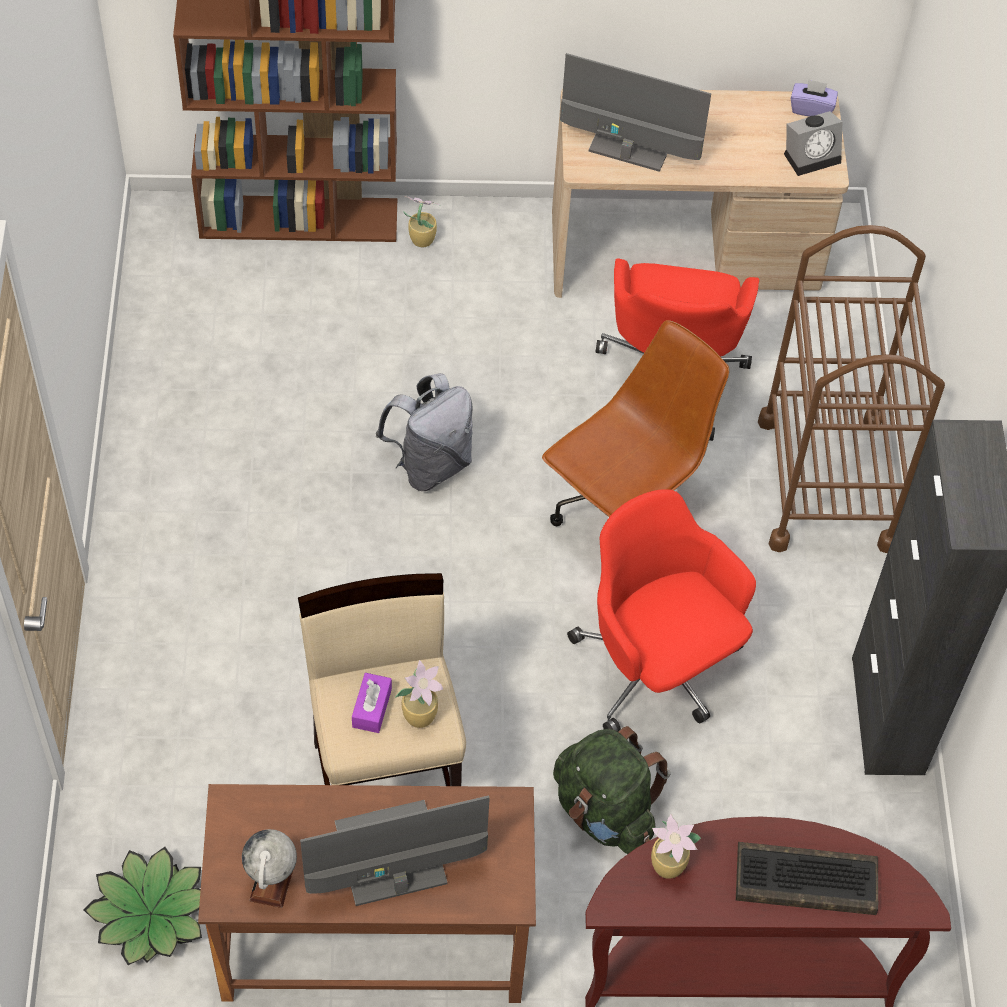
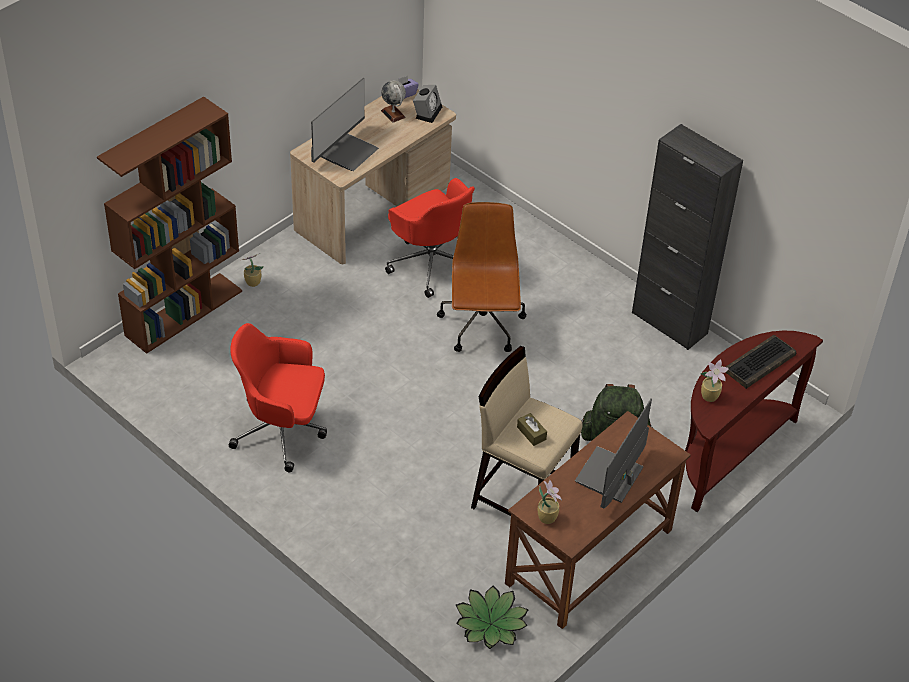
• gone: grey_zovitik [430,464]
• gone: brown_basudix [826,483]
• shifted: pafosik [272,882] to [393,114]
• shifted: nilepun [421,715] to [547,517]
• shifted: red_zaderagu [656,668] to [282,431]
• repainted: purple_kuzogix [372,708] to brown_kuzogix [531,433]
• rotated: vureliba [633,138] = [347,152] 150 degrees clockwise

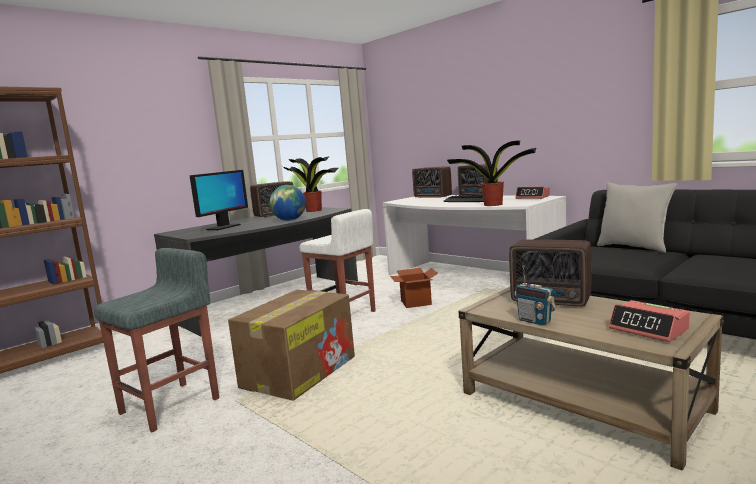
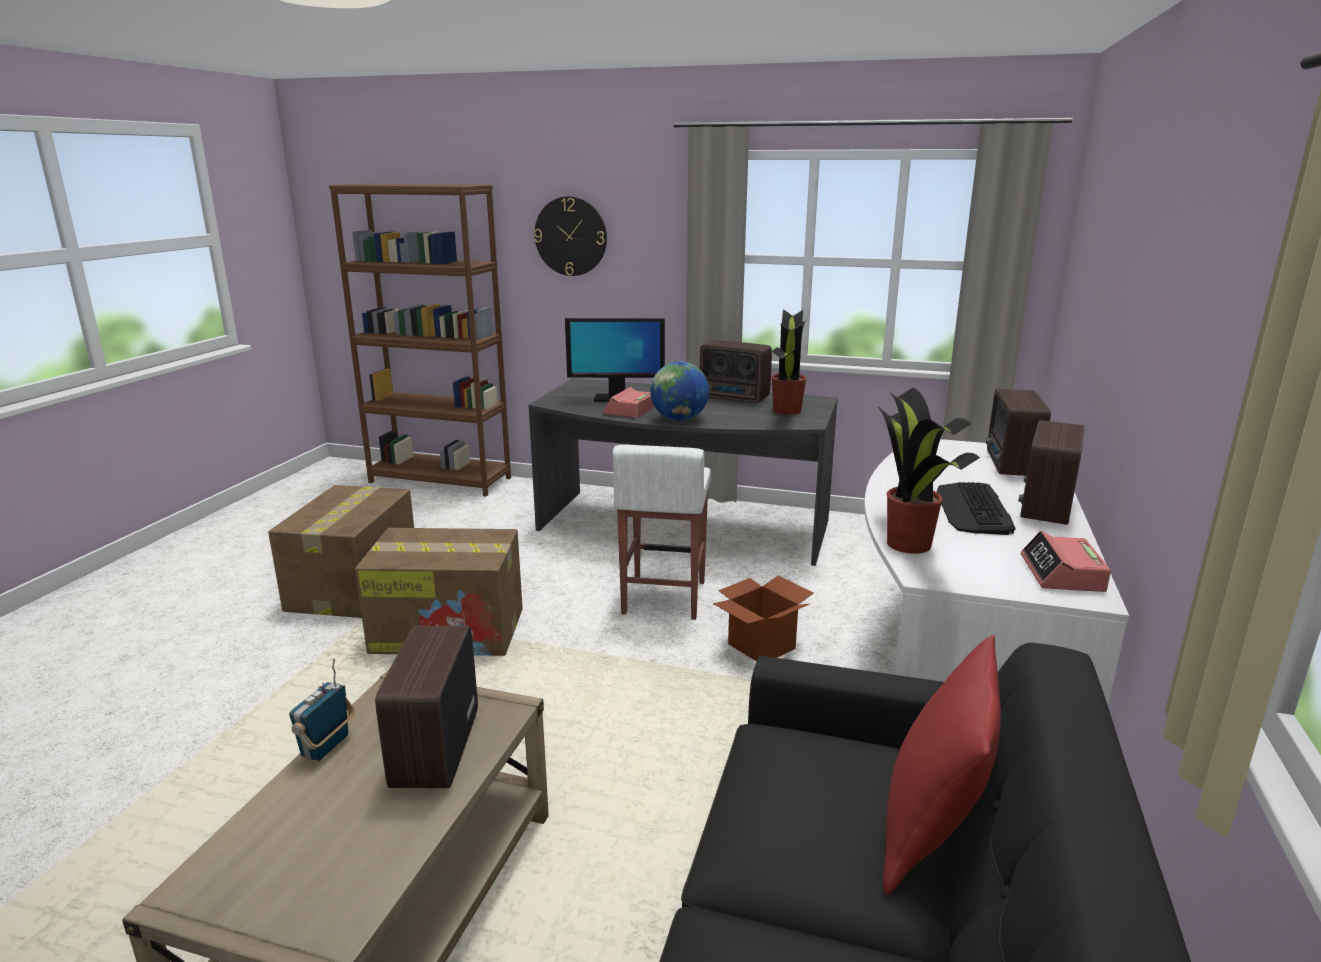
• new: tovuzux [571,236]
• shifted: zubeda [649,329] to [629,410]
• swapped: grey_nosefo [171,405] to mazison [353,586]
• repainted: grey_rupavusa [634,247] to red_rupavusa [932,833]

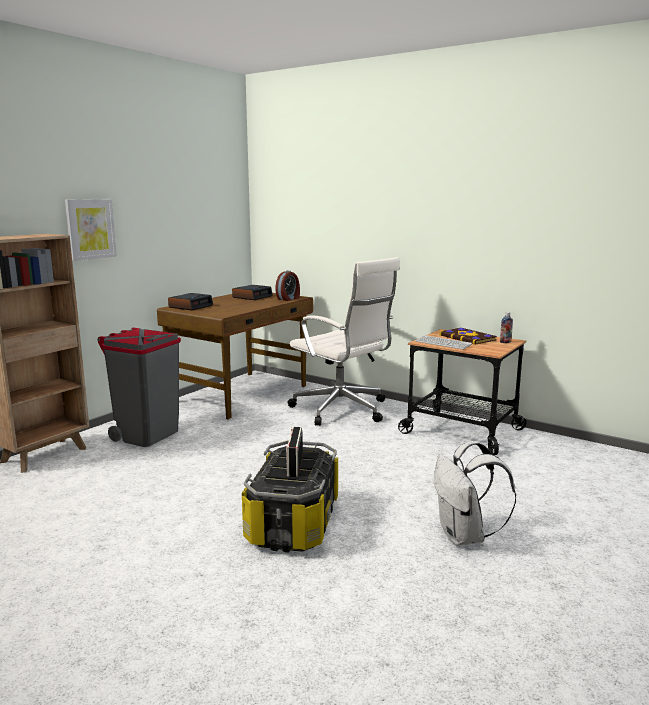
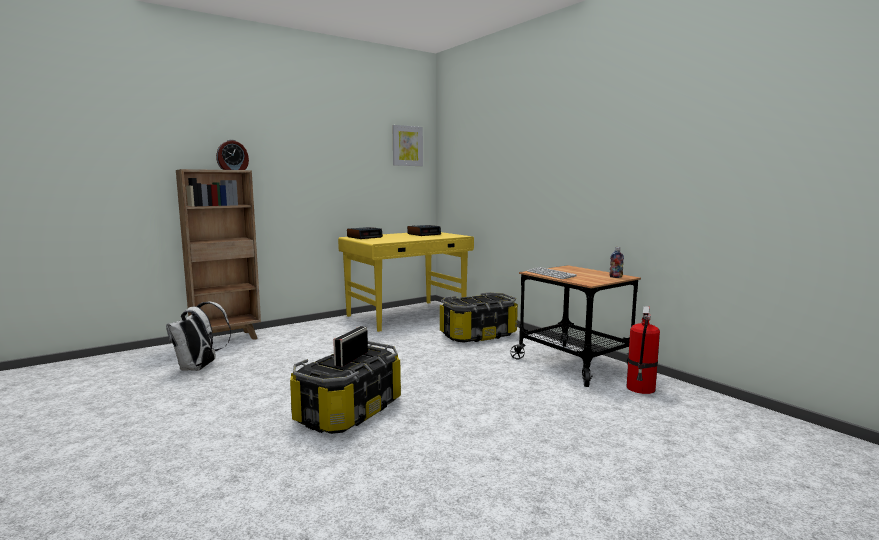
• gone: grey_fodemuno [147,435]
• gone: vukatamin [467,337]
• new: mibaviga [640,388]
• shifted: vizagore [90,229] to [407,146]
• shifted: zubeda [288,299] to [233,169]
• shifted: white_zovitik [465,536] to [199,368]
• swapped: white_zaderagu [342,410] to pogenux [478,335]
• repainted: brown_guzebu [242,394] to yellow_guzebu [407,315]

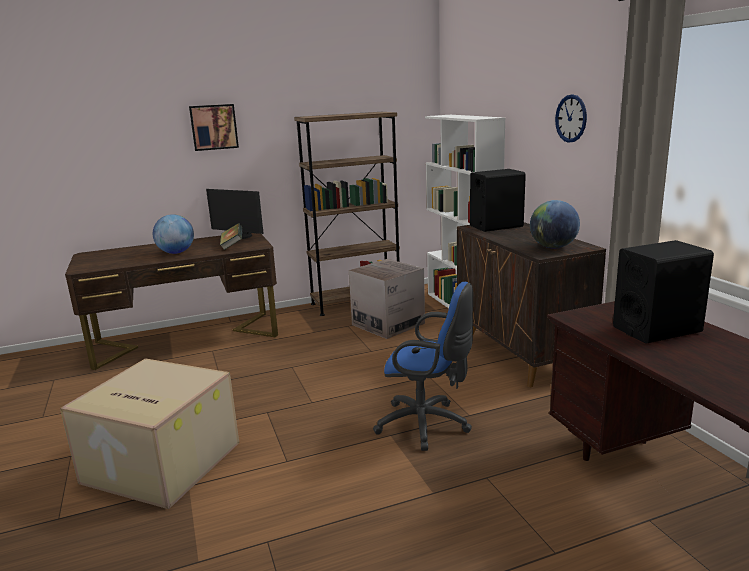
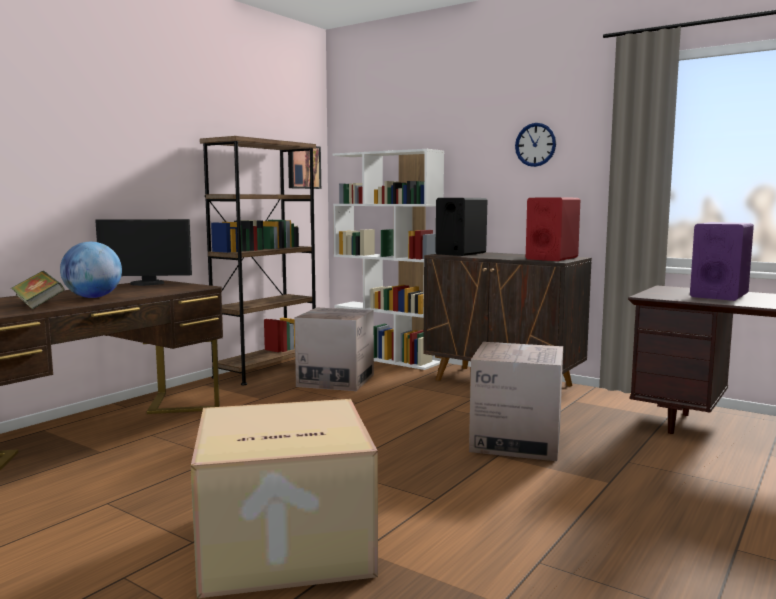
• shifted: vizagore [214,127] to [303,167]
• shifted: vukatamin [232,246] to [38,305]
• swapped: blue_zaderagu [427,425] to mazison [516,441]
• swapped: pafosik [553,247] to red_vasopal [552,258]
• repainted: black_vasopal [657,329] to purple_vasopal [719,295]

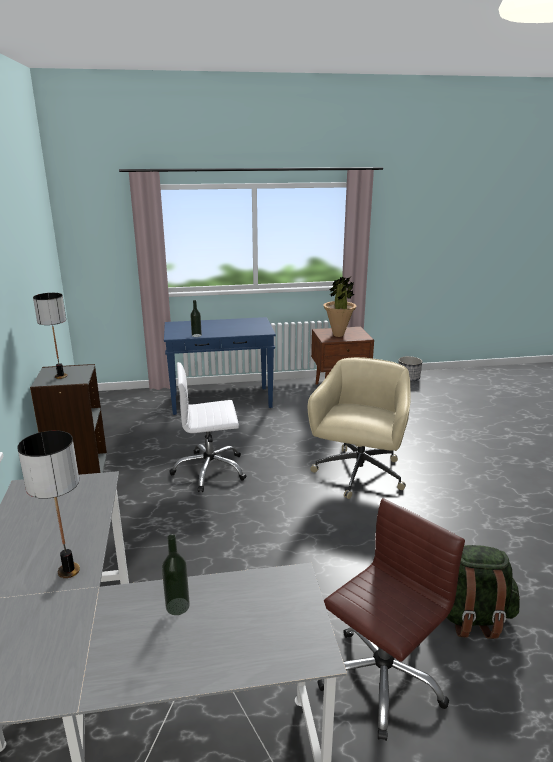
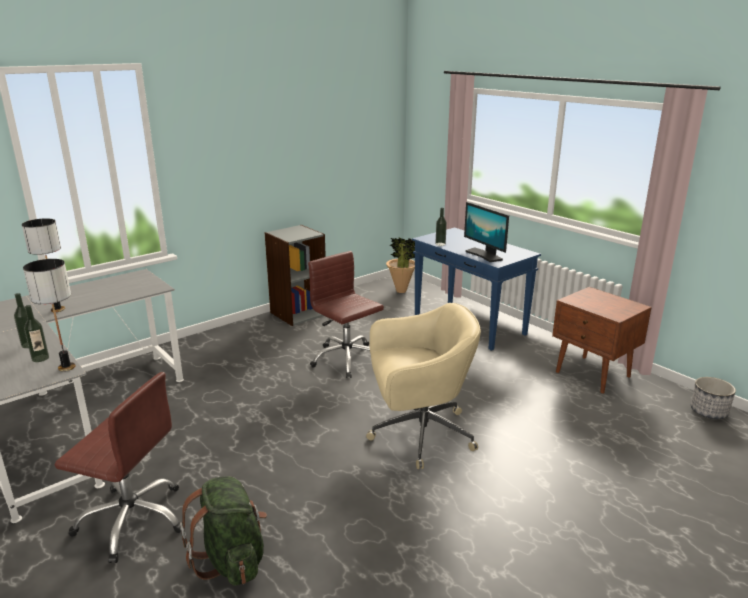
• new: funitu [40,358]
• new: vureliba [484,255]
• shifted: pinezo [60,376] to [67,367]
• shifted: nilepun [338,335] to [401,291]
• repainted: white_zaderagu [210,470] to brown_zaderagu [346,359]

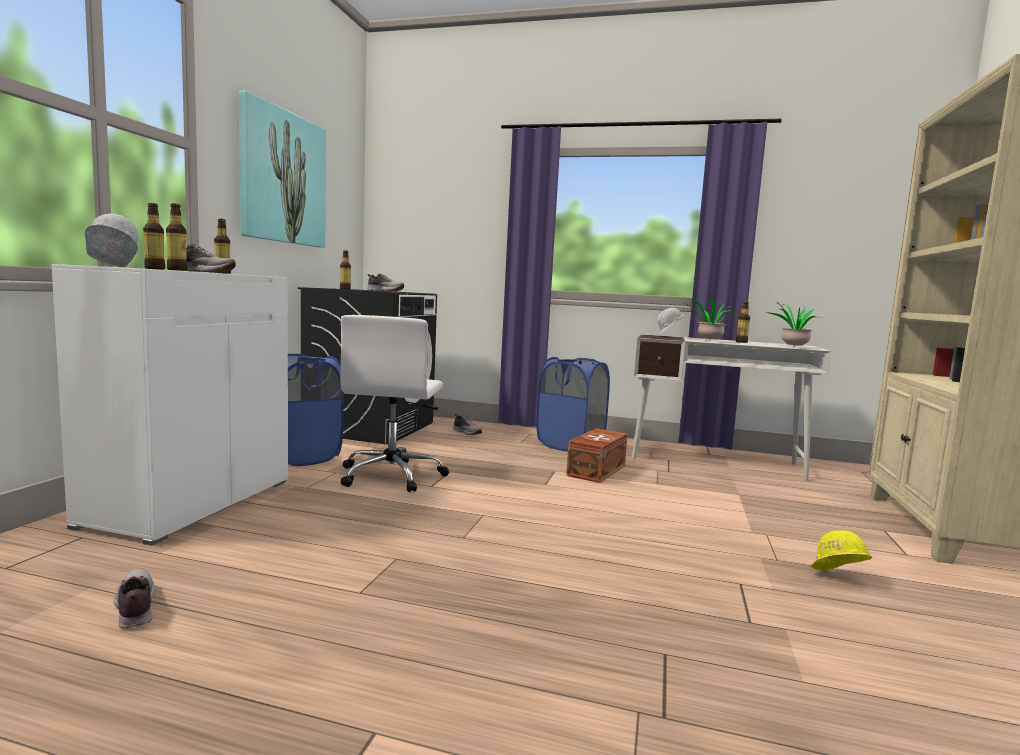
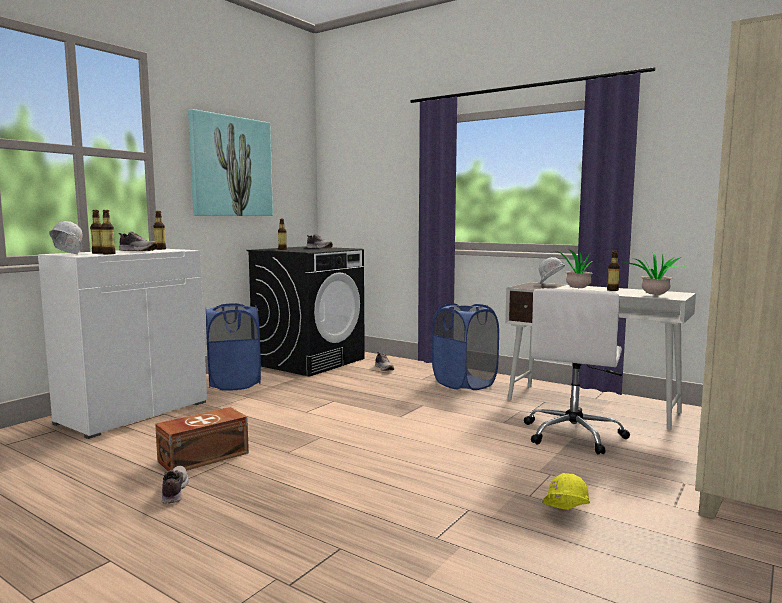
• shifted: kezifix [134,608] to [173,491]
• shifted: white_zaderagu [392,475] to [573,435]
• shifted: brown_pogenux [595,470] to [202,457]

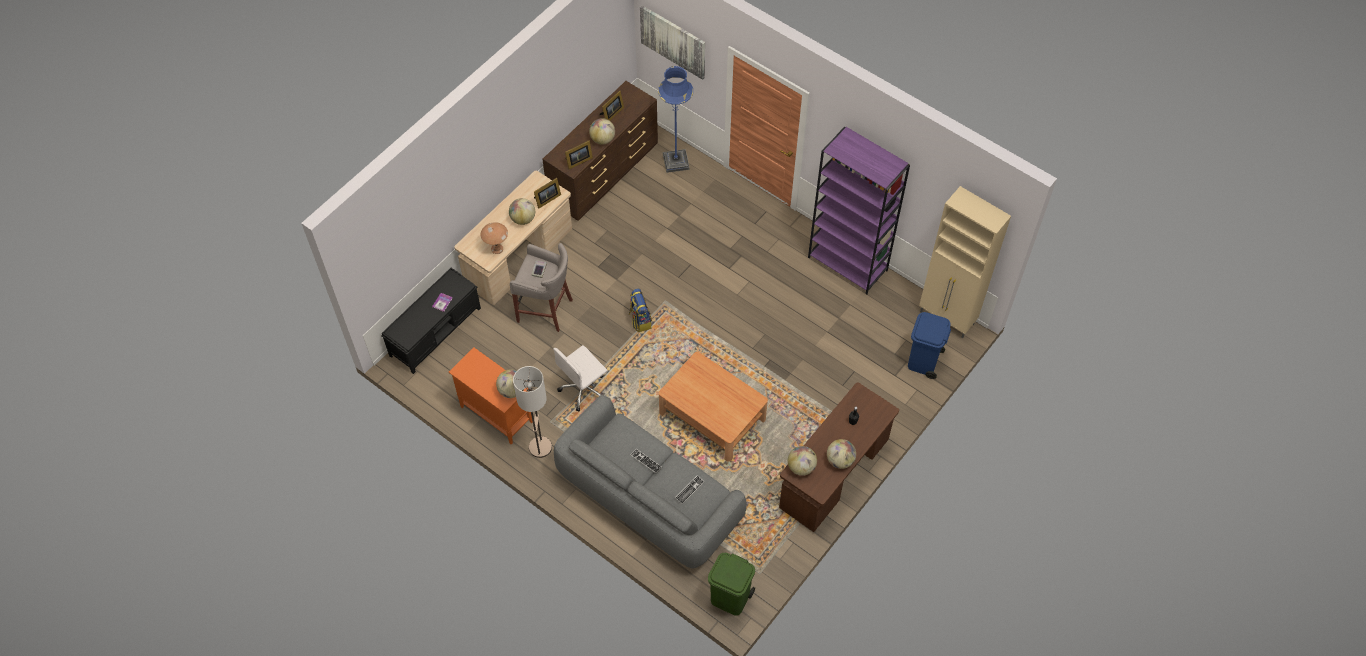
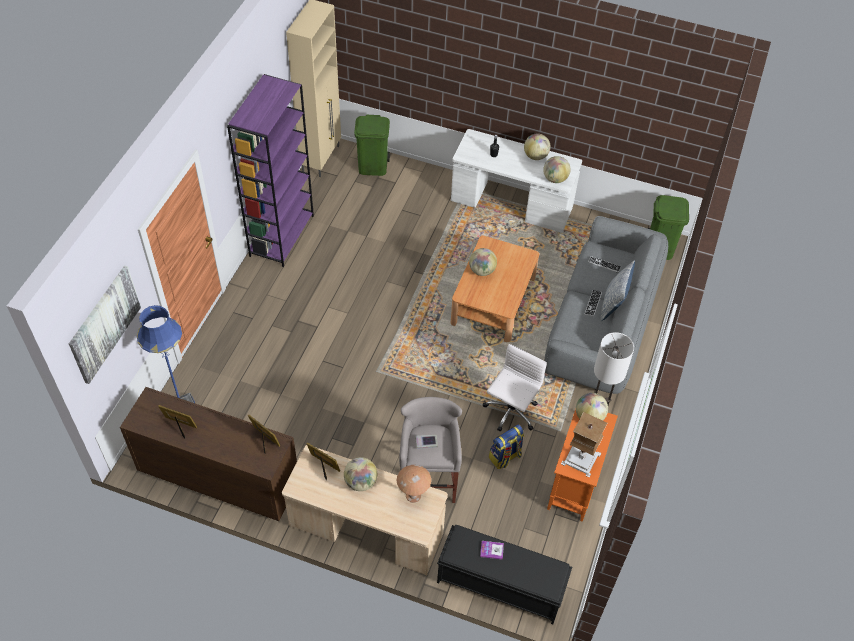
• new: pinezo [580,457]
• new: rupavusa [613,304]
• shifted: pafosik [602,139] to [482,270]
• shifted: zovitik [640,320] to [505,457]
• repainted: brown_guzebu [834,474] to white_guzebu [511,204]
• repainted: blue_fodemuno [923,361] to green_fodemuno [373,167]
• rotated: white_zaderagu [584,389] = [510,412] 90 degrees counterclockwise

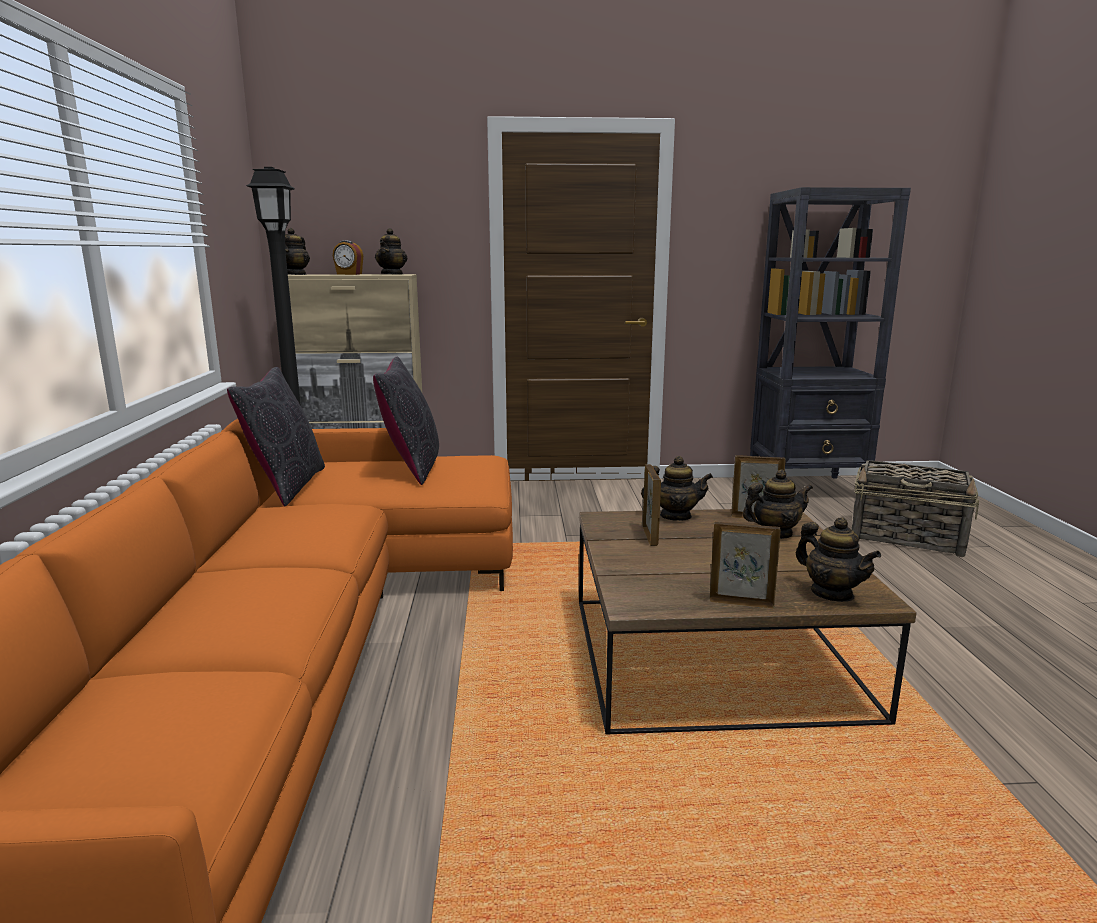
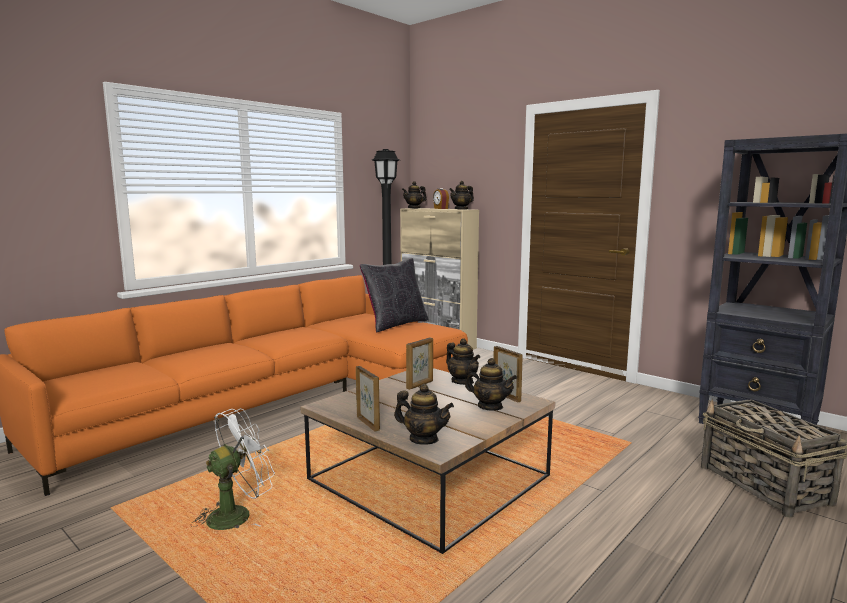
• gone: black_rupavusa [286,486]
• new: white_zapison [237,514]
• rotated: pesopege [832,593] = [423,439] 75 degrees counterclockwise

